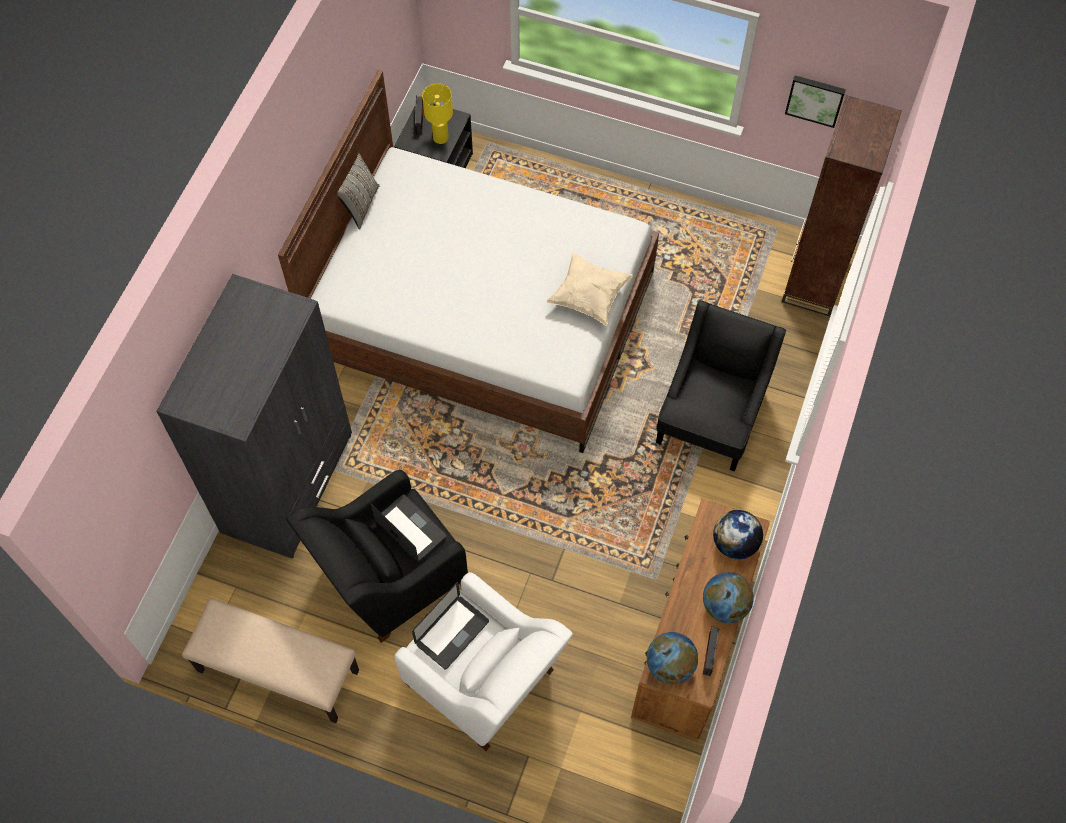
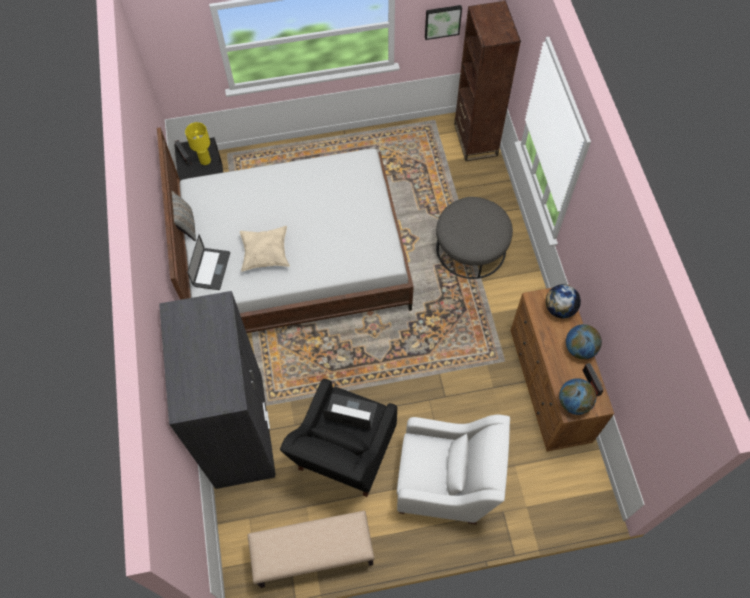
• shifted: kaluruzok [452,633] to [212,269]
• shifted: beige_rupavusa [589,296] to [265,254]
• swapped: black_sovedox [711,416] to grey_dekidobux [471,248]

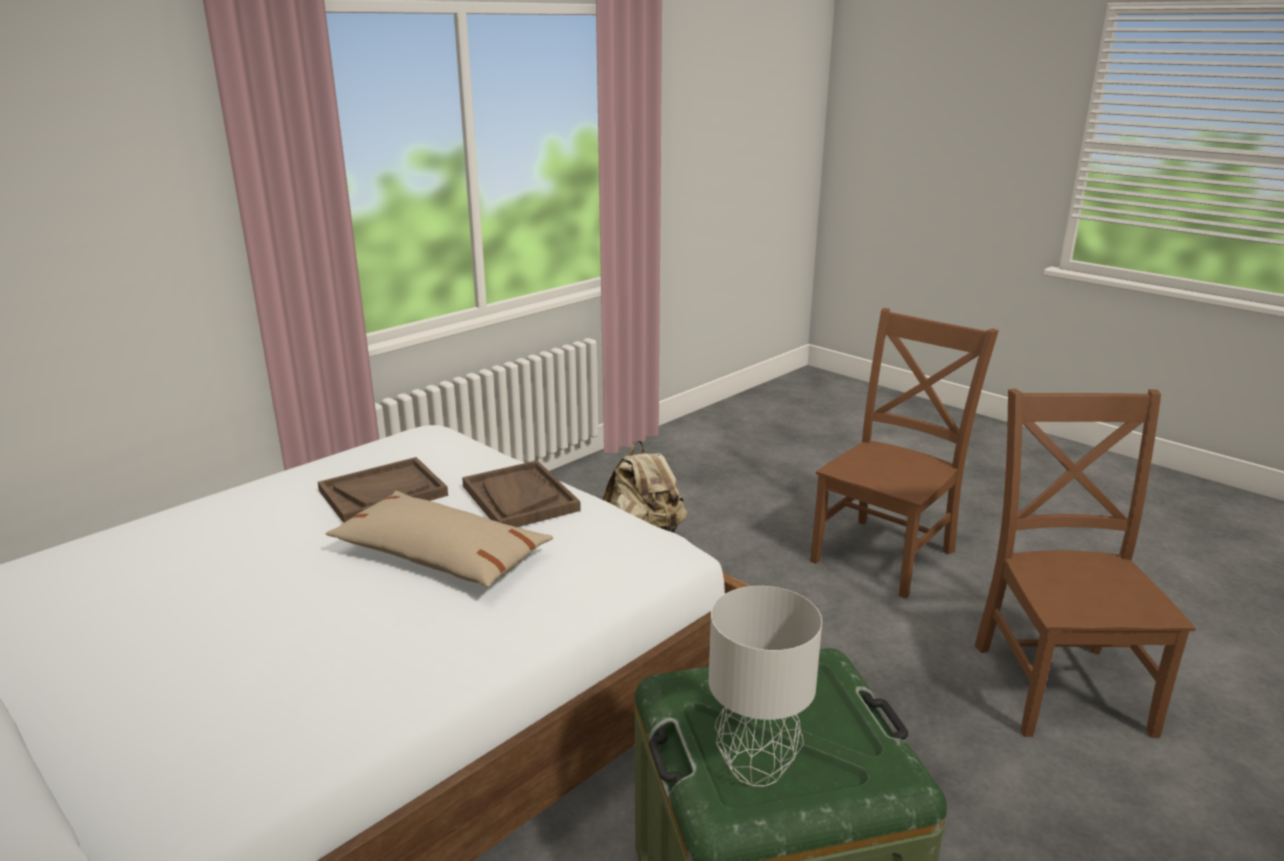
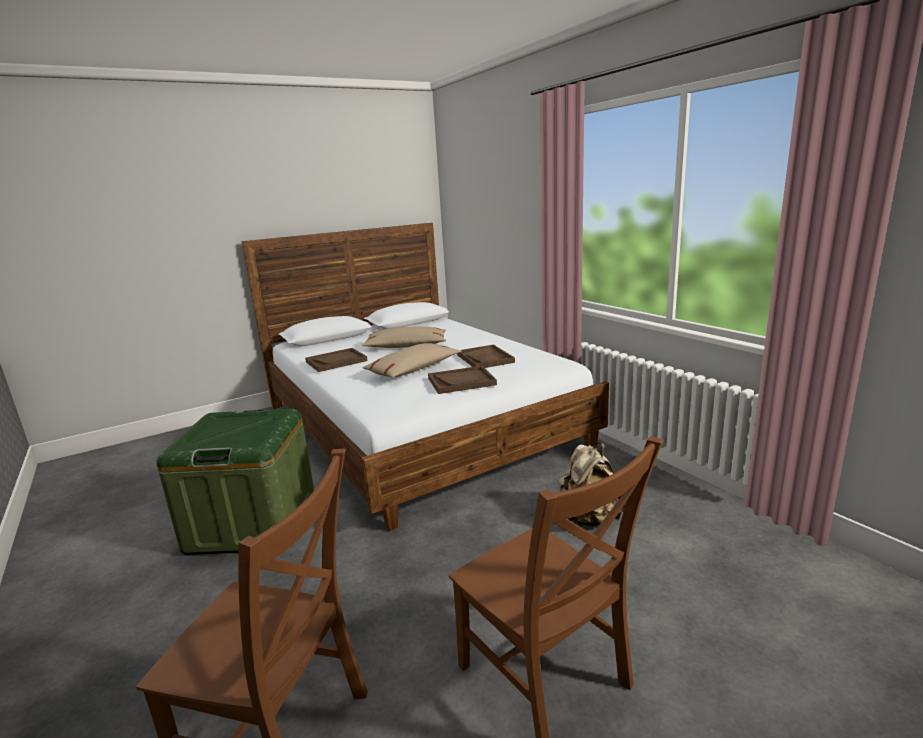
• gone: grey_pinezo [755,766]
• new: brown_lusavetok [336,361]
• new: beige_rupavusa [406,346]

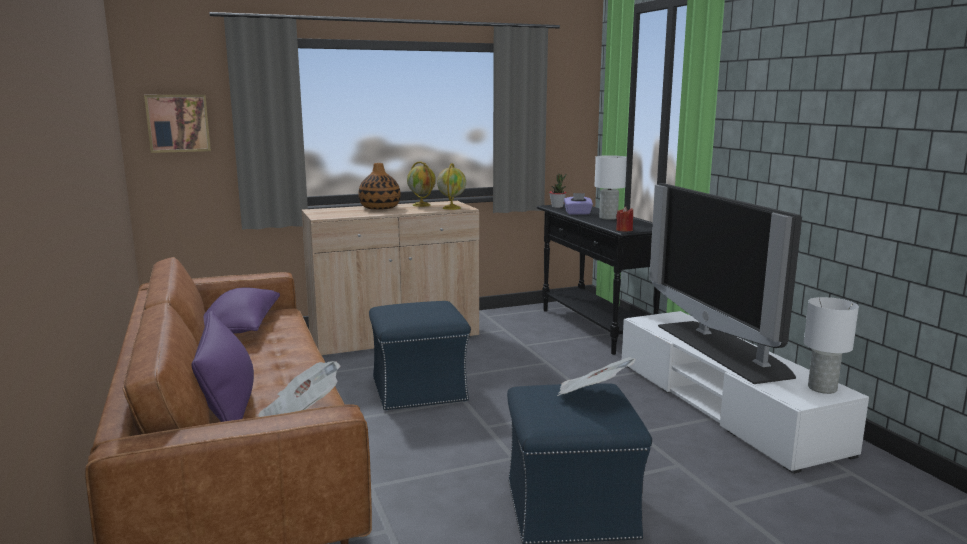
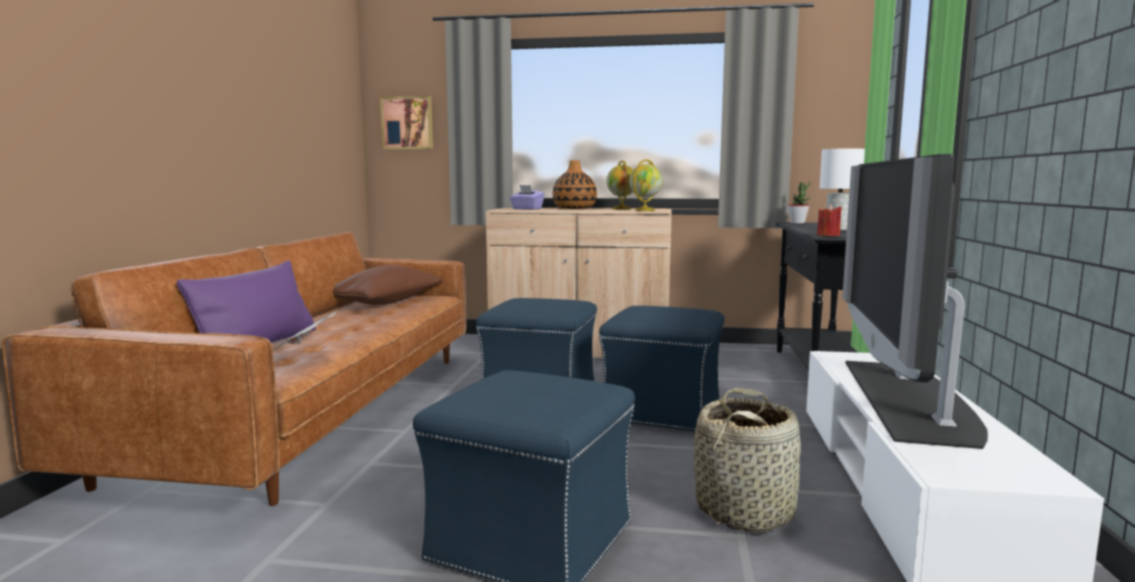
• gone: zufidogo [592,396]
• gone: white_pinezo [823,388]
• new: blue_dekidobux [663,411]
• new: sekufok [745,510]
• shifted: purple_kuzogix [578,213] to [526,209]
• repainted: purple_rupavusa [239,327] to brown_rupavusa [385,302]

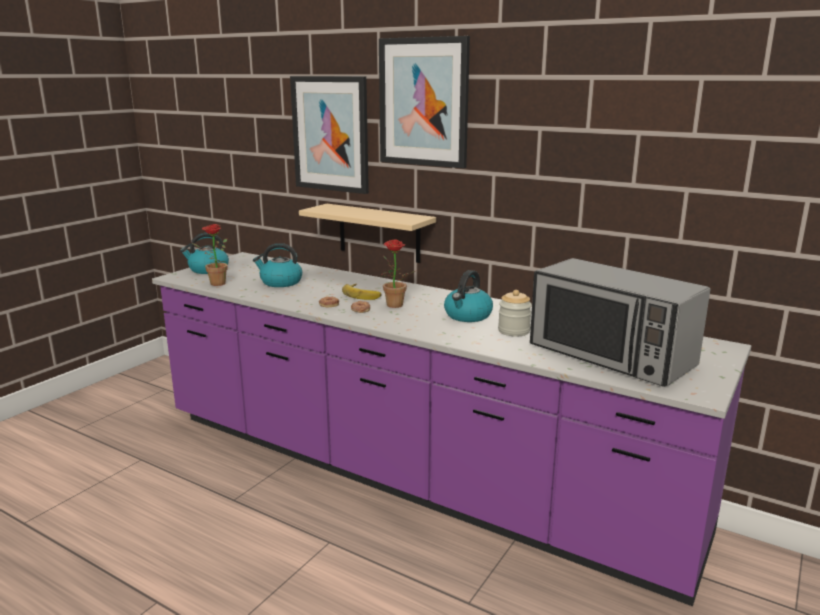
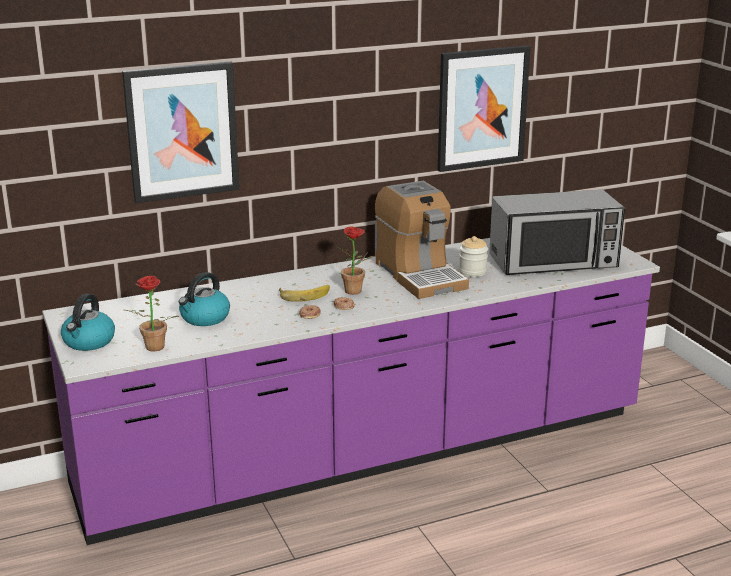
• gone: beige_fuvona [379,233]
• shifted: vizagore [423,102] to [482,108]
• swapped: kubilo [467,316] to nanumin [419,275]

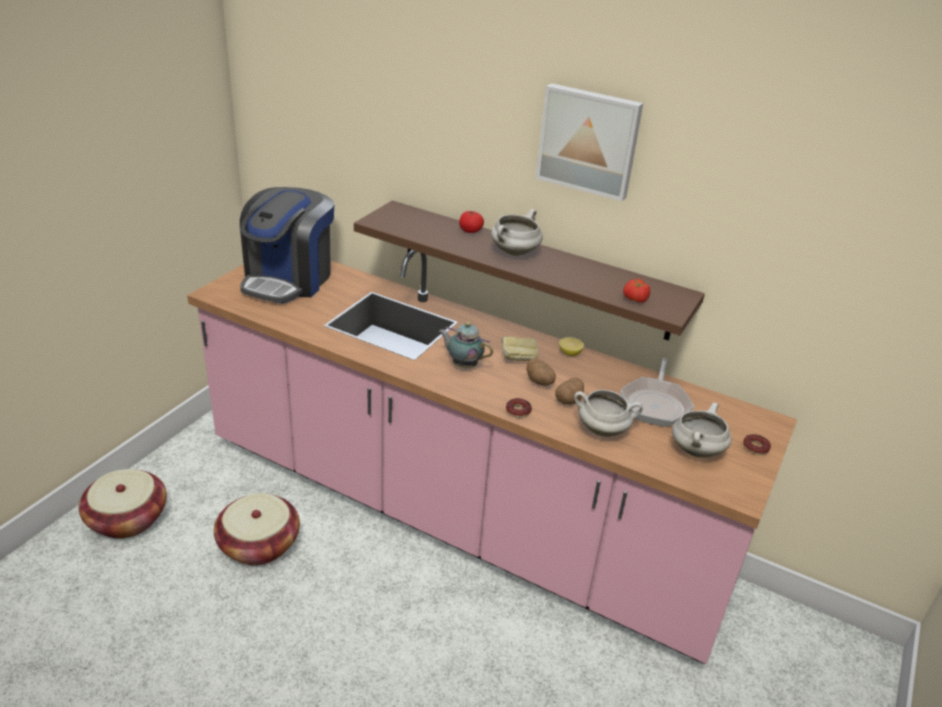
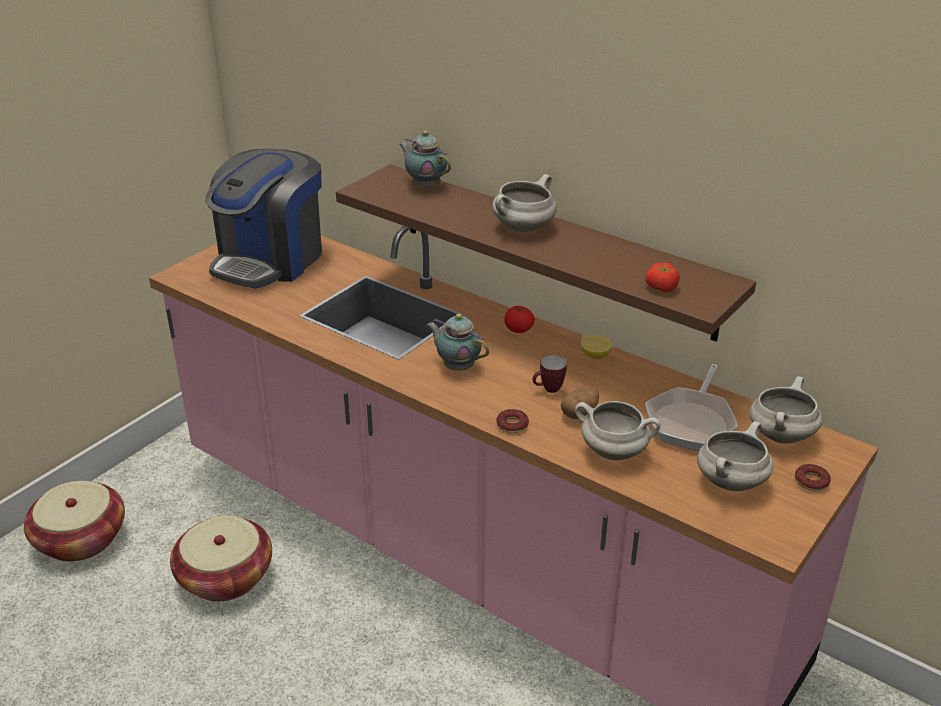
• gone: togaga [517,359]
• gone: vizagore [589,140]
• new: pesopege [425,186]
• new: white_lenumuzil [780,435]
• shifted: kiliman [470,231] to [518,329]
• swapped: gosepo [540,382] to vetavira [548,390]

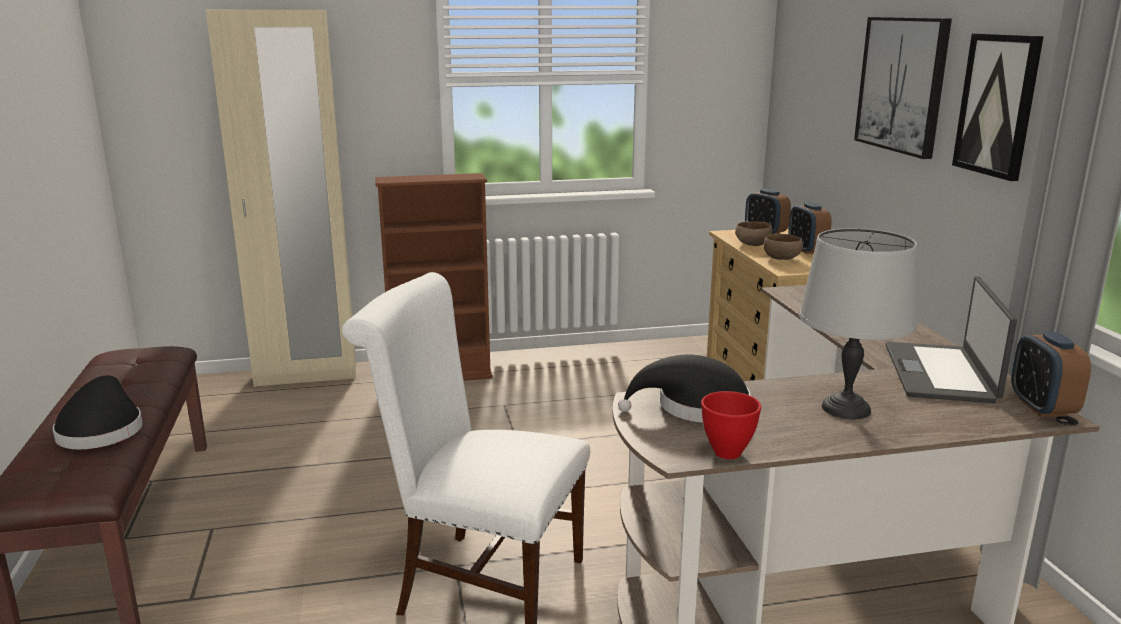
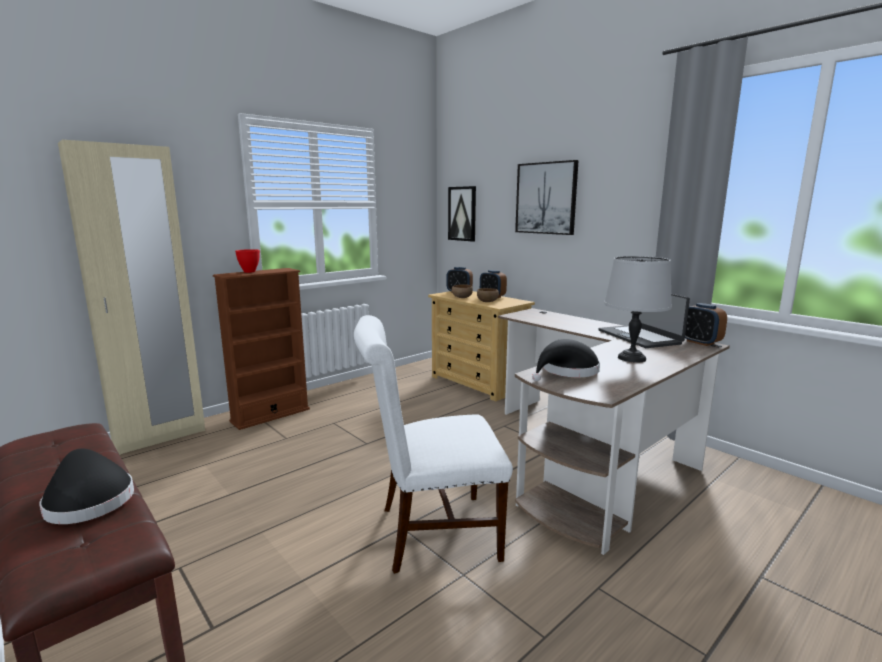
• shifted: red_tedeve [726,453] to [249,272]
• shifted: vizagore [998,105] to [462,213]

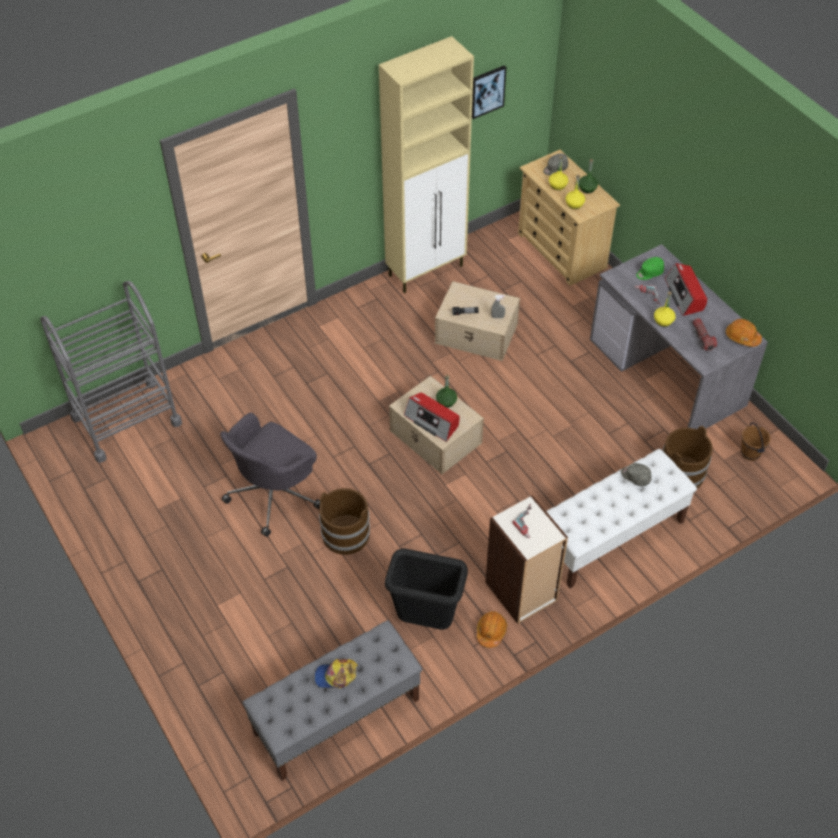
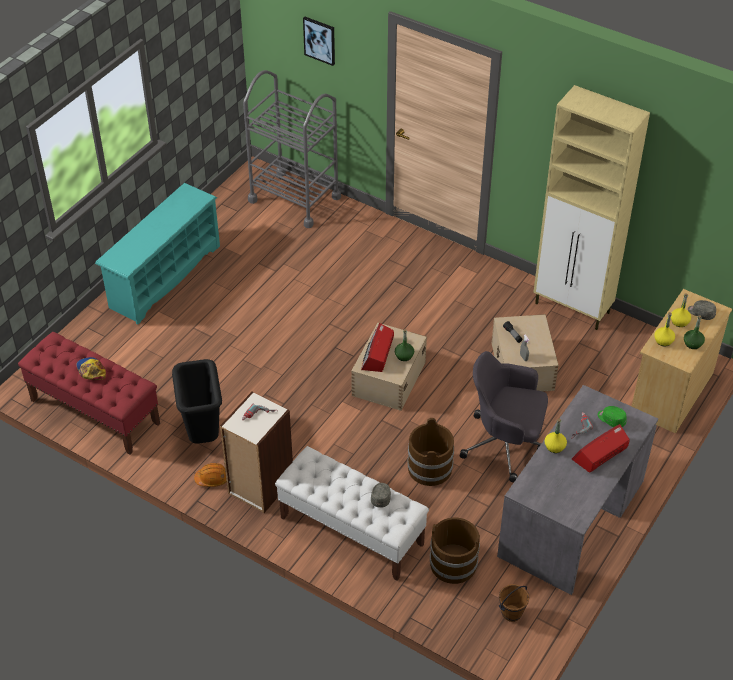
• gone: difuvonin [702,338]
• gone: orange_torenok [742,337]
• new: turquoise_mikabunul [164,276]
• shifted: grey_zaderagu [275,494] to [505,445]
• shifted: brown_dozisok [345,534] to [429,468]
• shifted: vizagore [487,91] to [320,40]
• repainted: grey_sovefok [336,717] to red_sovefok [94,412]

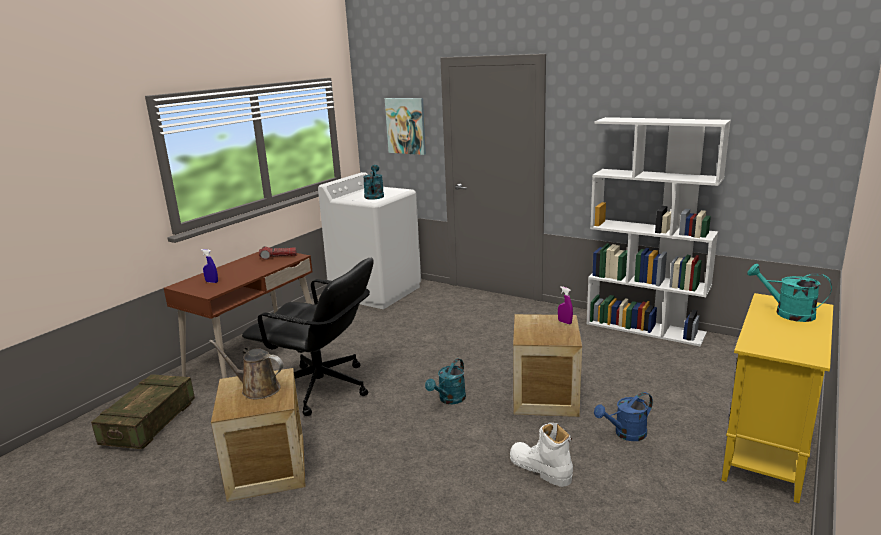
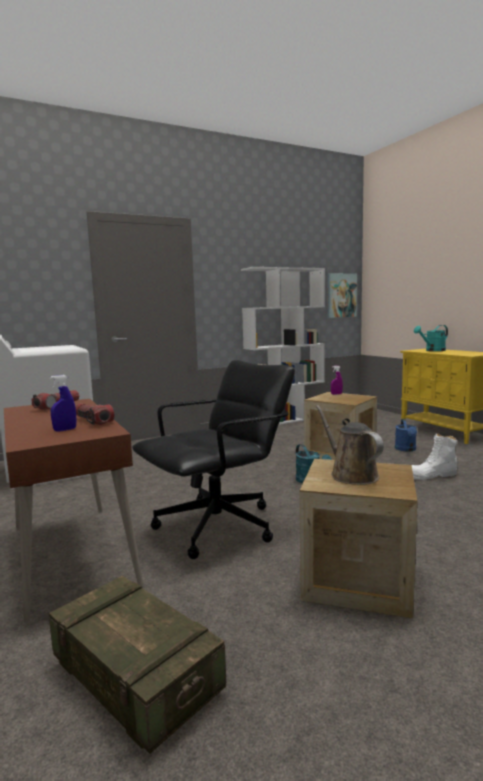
• gone: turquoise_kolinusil [374,196]
• new: difuvonin [92,421]
• shifted: vizagore [406,126] to [341,295]
• rotated: brown_kolinusil [257,389] = [351,474] 105 degrees clockwise

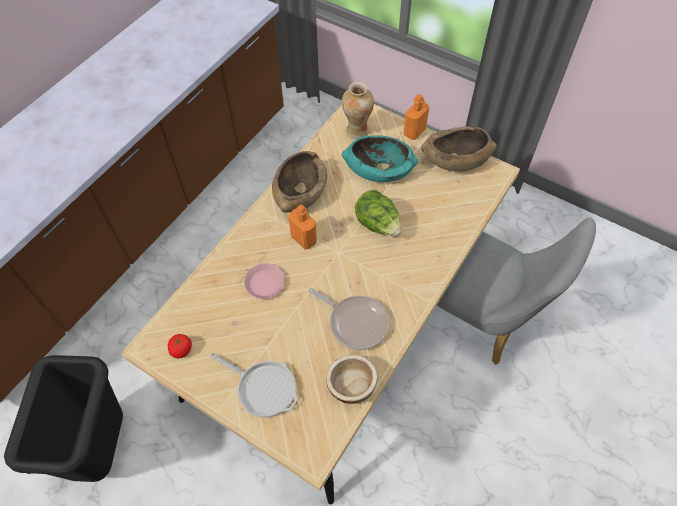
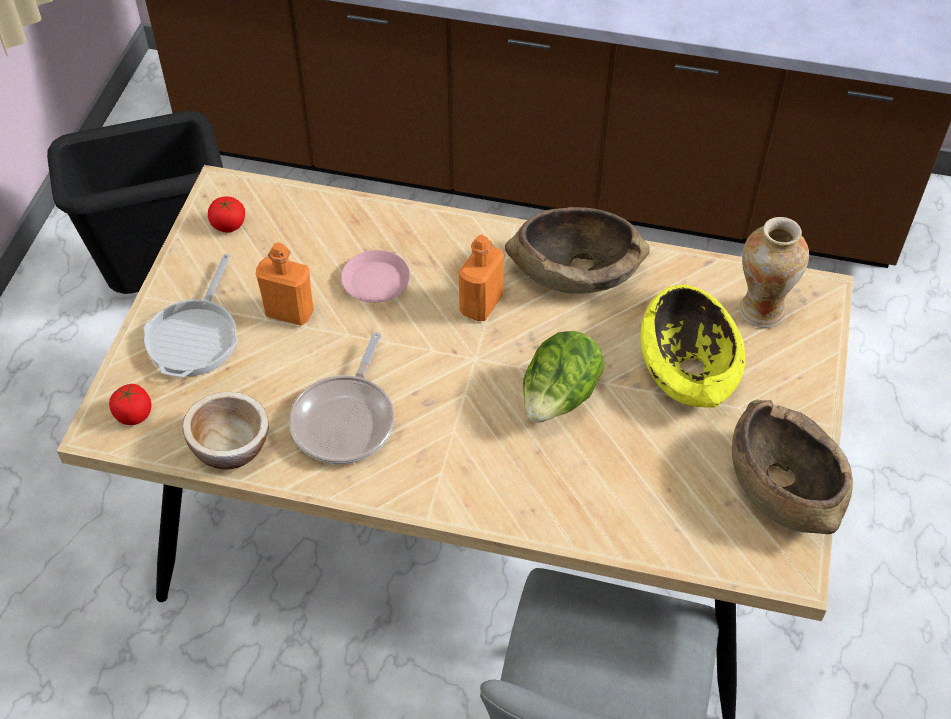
• new: kiliman [134,414]
• shifted: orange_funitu [414,132] to [289,312]
• repainted: turquoise_tedeve [379,169] to yellow_tedeve [688,367]

